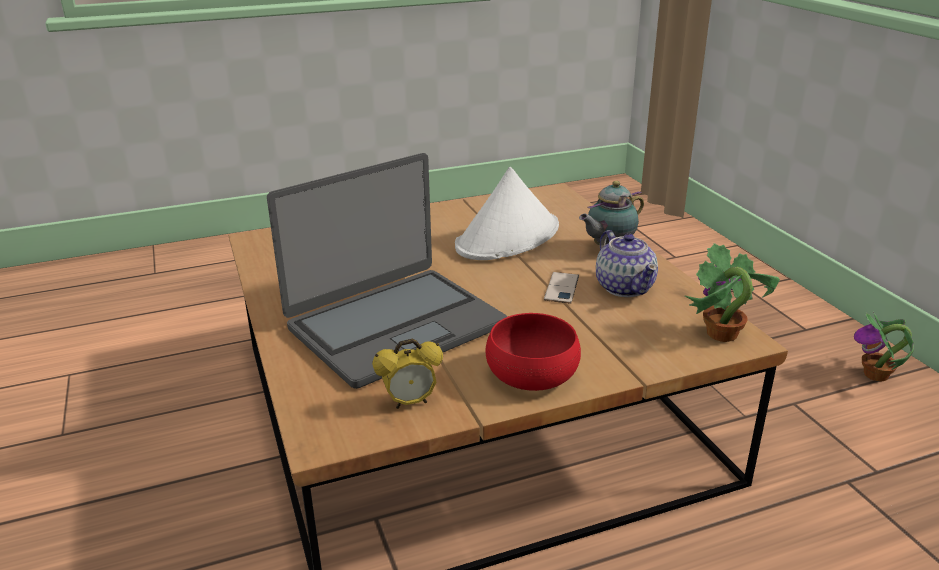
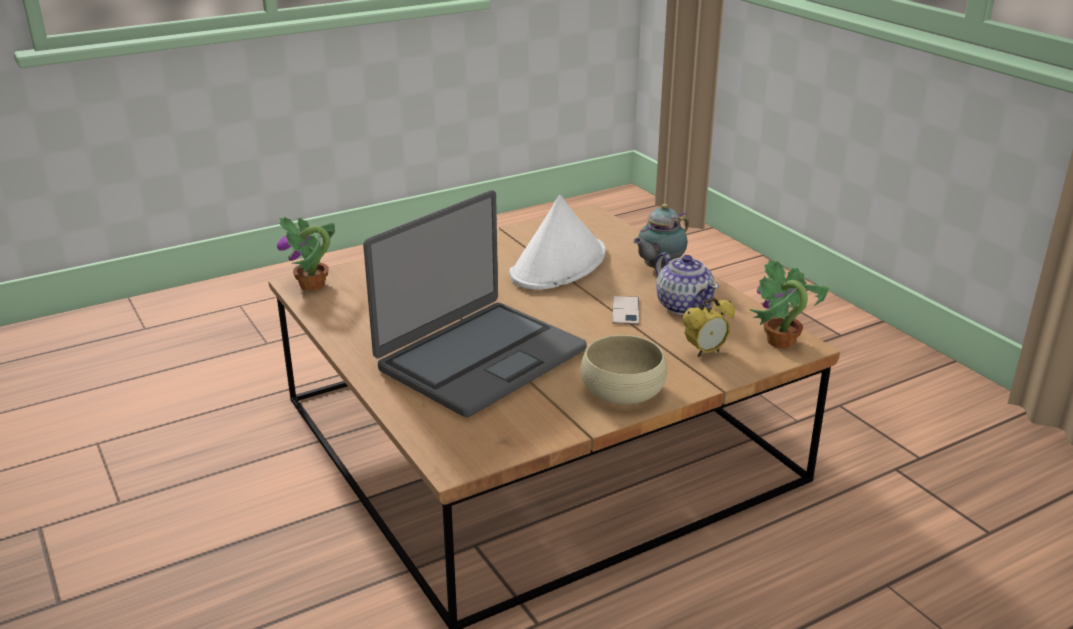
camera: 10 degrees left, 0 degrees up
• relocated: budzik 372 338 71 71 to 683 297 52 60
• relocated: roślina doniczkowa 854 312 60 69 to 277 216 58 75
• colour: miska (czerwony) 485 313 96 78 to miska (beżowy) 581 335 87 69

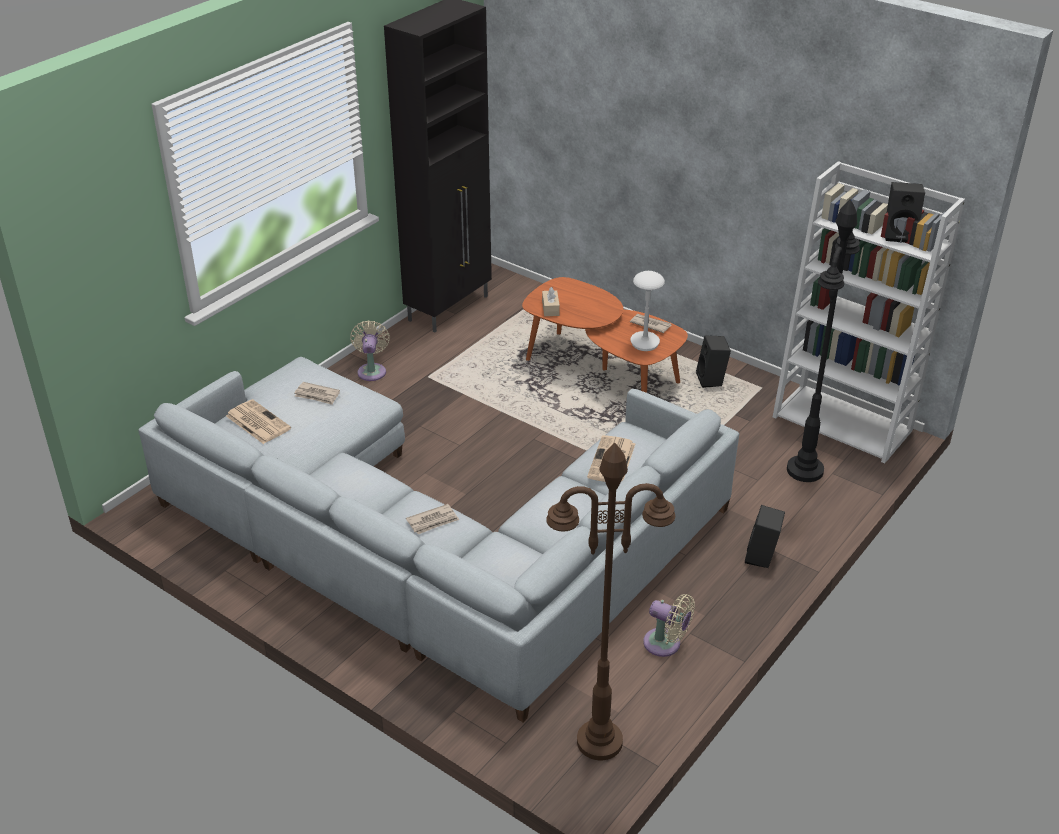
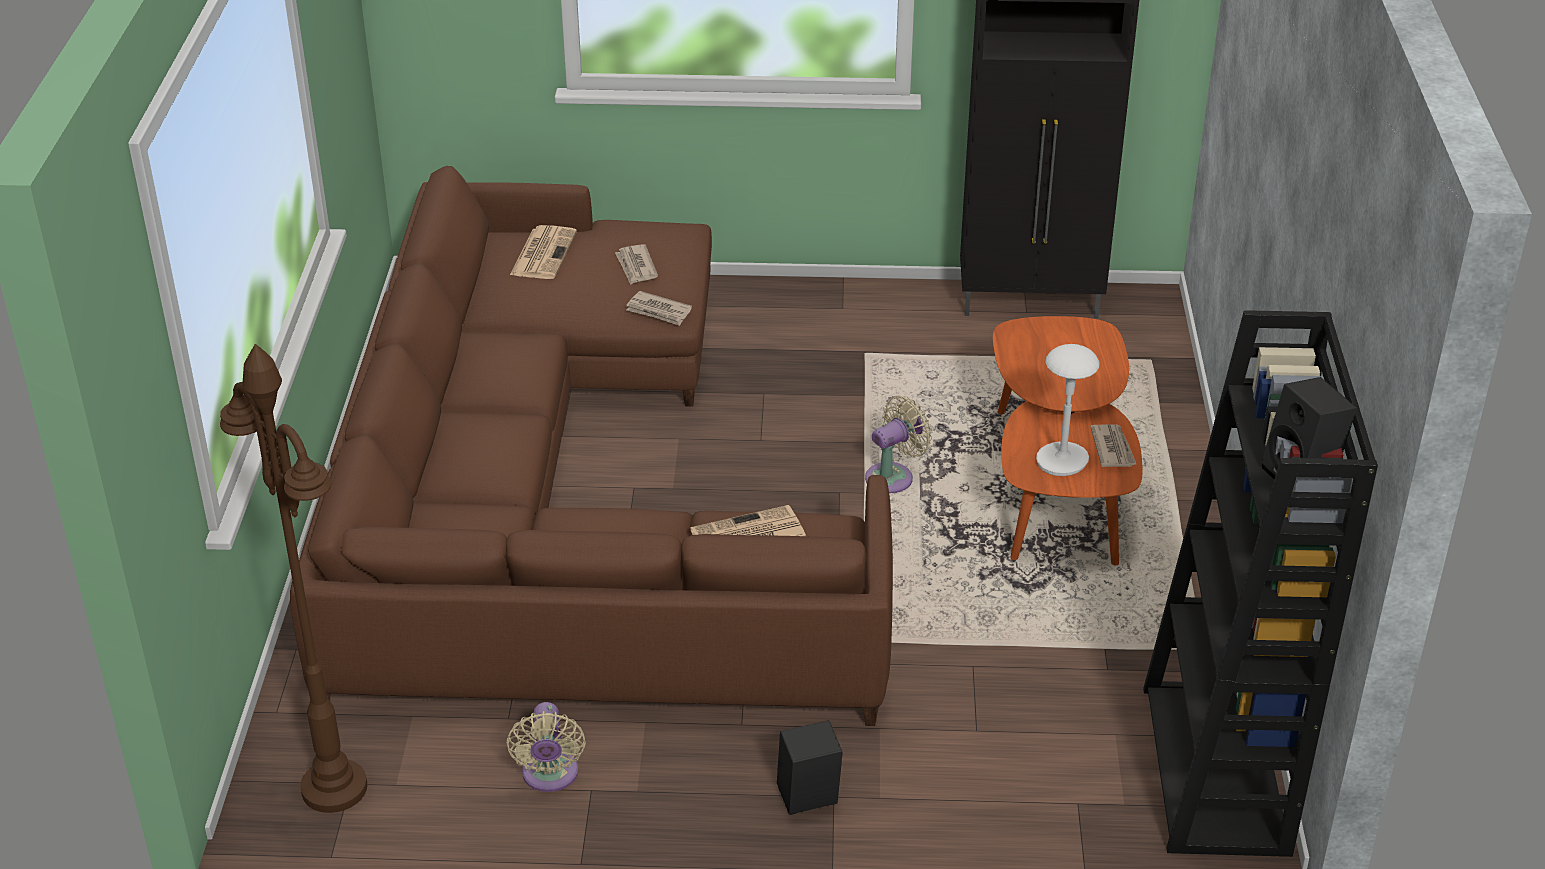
camera: 55 degrees right, 0 degrees up
• missing: pudełko chusteczek (beżowy) 542 287 18 29
• missing: głośnik (czarny) 696 336 35 52
• missing: lampa stojąca (czarny) 787 199 73 283
• relocated: wentylator (beżowy) 350 320 40 61 to 865 396 67 97
• relocated: gazeta 406 504 53 30 to 626 291 66 35
• colour: kanapa (szary) 138 357 601 365 to kanapa (brązowy) 290 166 603 560
• colour: regał (biały) 773 161 192 302 to regał (czarny) 1143 310 235 547

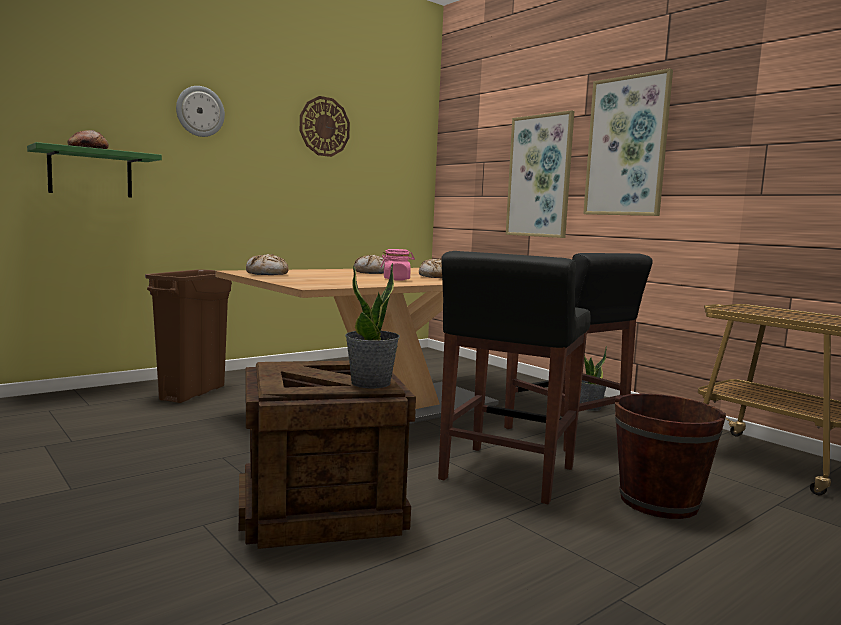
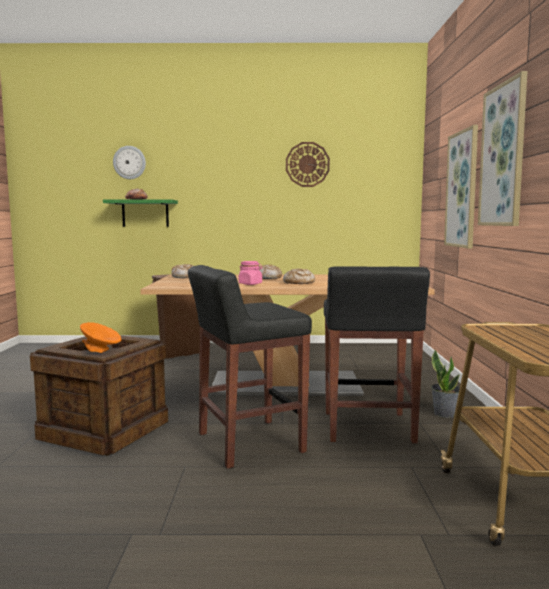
camera: 40 degrees right, 0 degrees up
• missing: wiadro (brązowy) 615 394 111 125
• relocated: zegar ścienny 176 86 49 51 to 113 146 33 33
• exchanged: roślina doniczkowa 345 263 55 125 to miska (pomarańczowy) 80 322 41 31

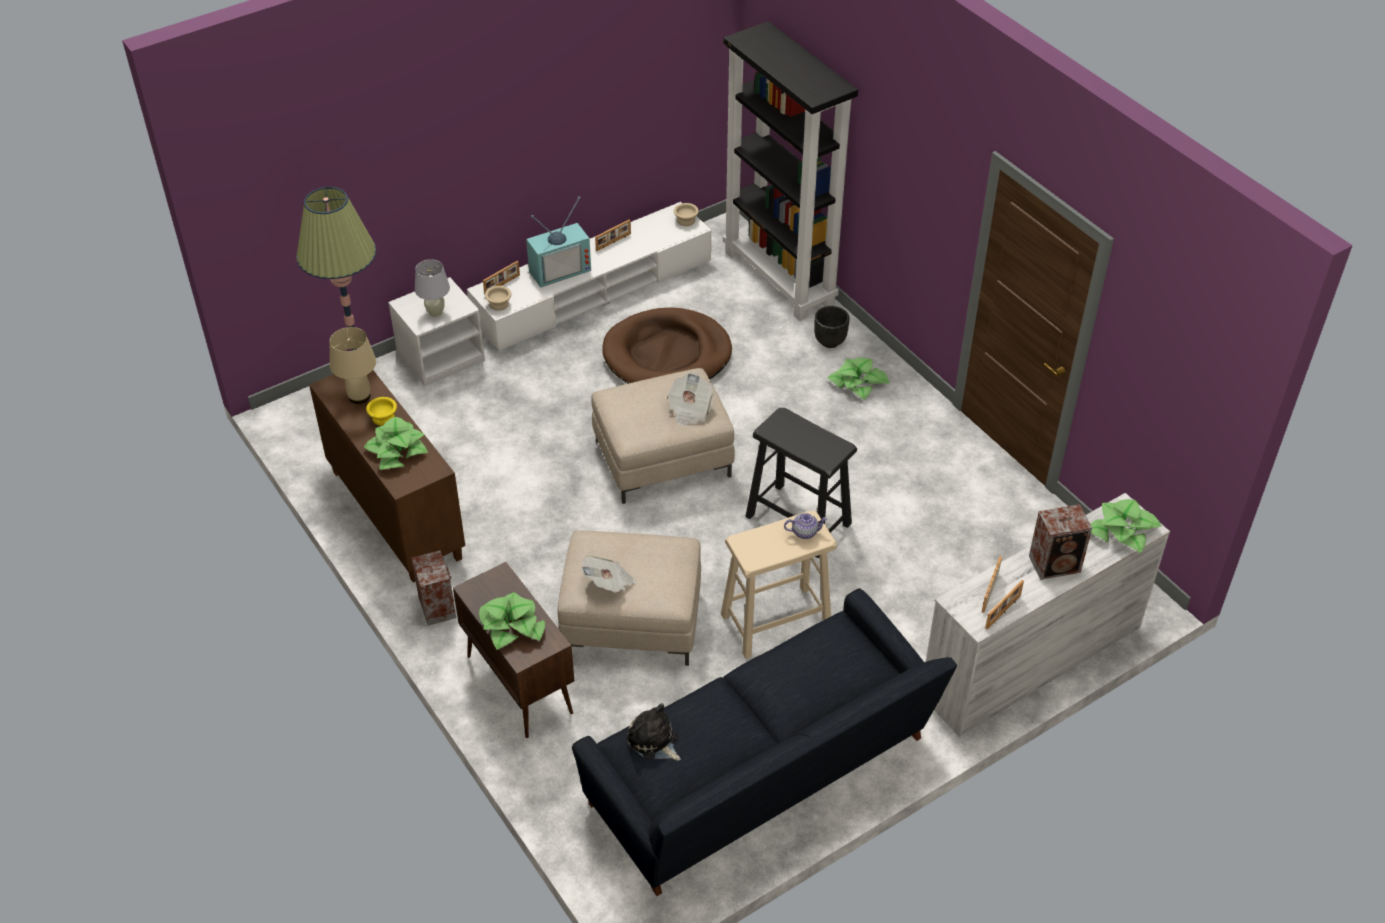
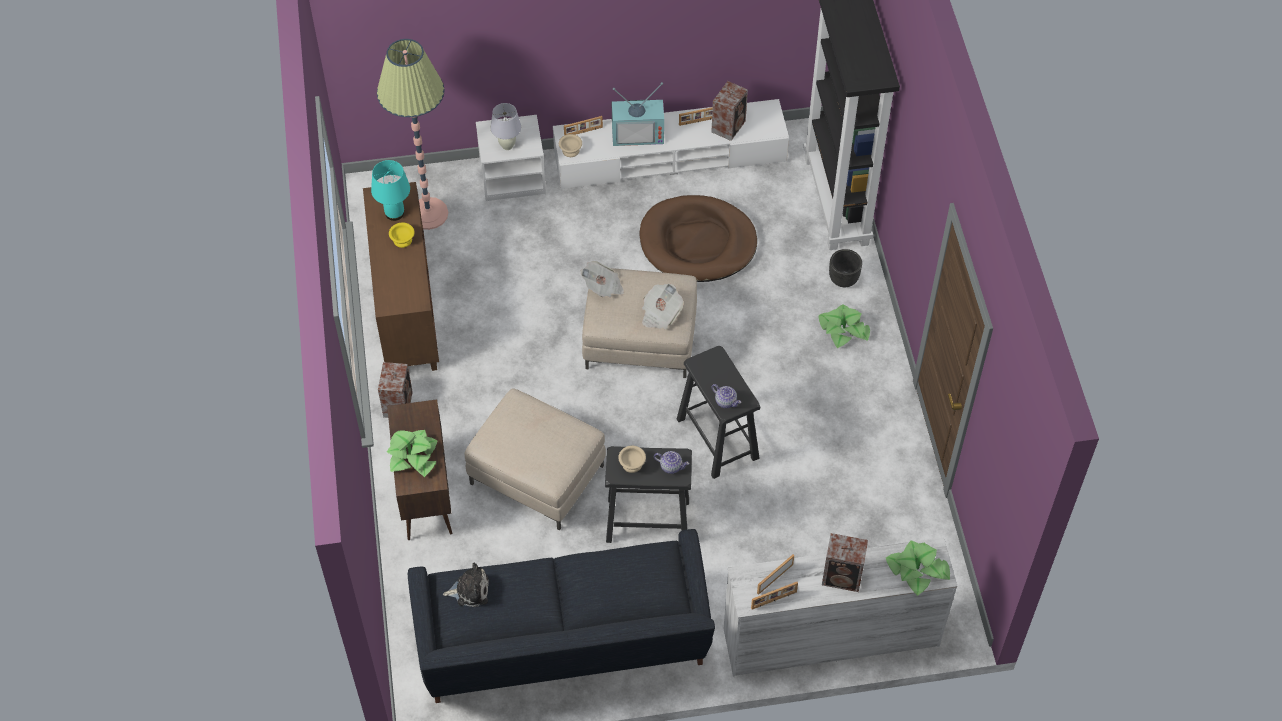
camera: 25 degrees right, 10 degrees up
• missing: roślina doniczkowa 364 417 64 53
• appeared: głośnik 711 81 37 60
• appeared: imbryk 711 384 30 24
• relocated: gazeta 580 555 57 38 to 581 261 43 36
• relocated: miska (beżowy) 674 203 25 23 to 618 446 28 27
• colour: lampa stołowa (beżowy) 330 327 46 77 to lampa stołowa (turkusowy) 371 160 39 61
• colour: stołek (beżowy) 721 510 116 149 to stołek (czarny) 605 446 87 97
• spun: pluszak 626 703 55 58 = 443 563 46 44 105 degrees clockwise

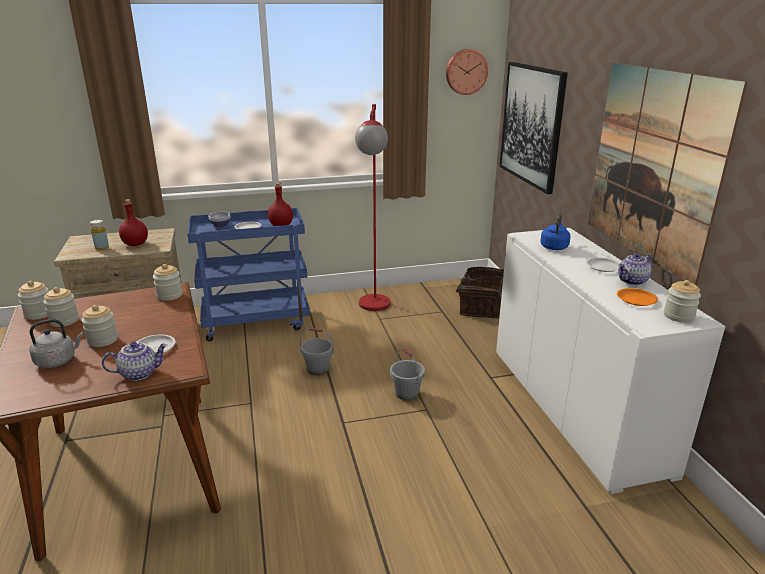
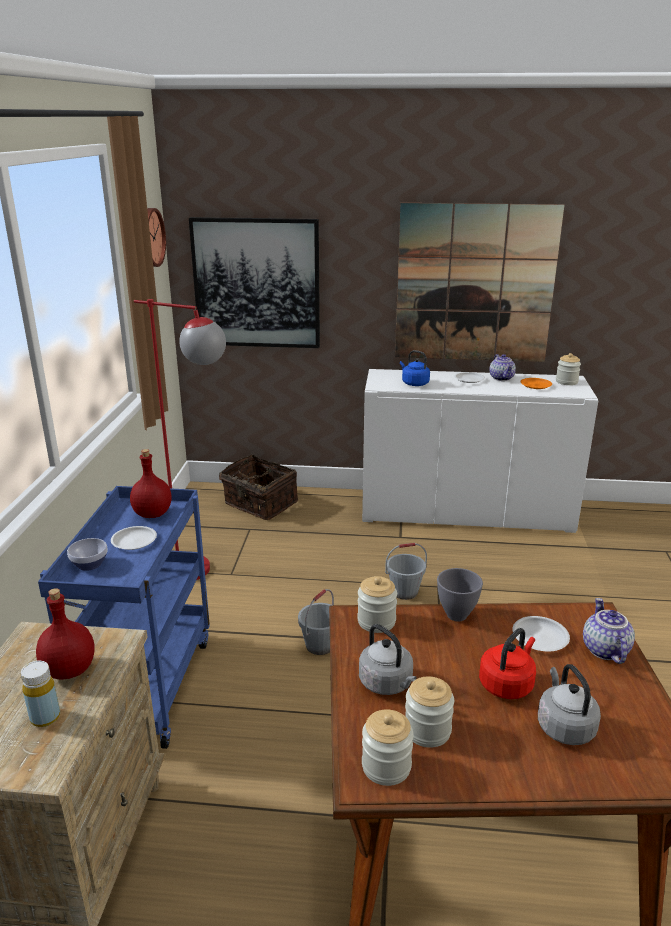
camera: 70 degrees left, 0 degrees up
• appeared: czajnik (szary) 359 624 58 71
• appeared: miska (szary) 437 568 46 53
• exchanged: słoik 81 305 37 42 to czajnik (czerwony) 479 628 57 71

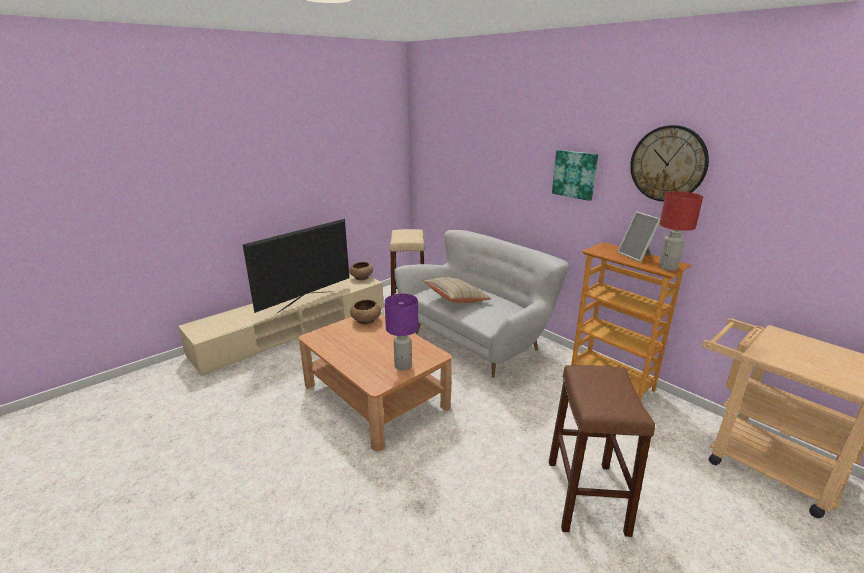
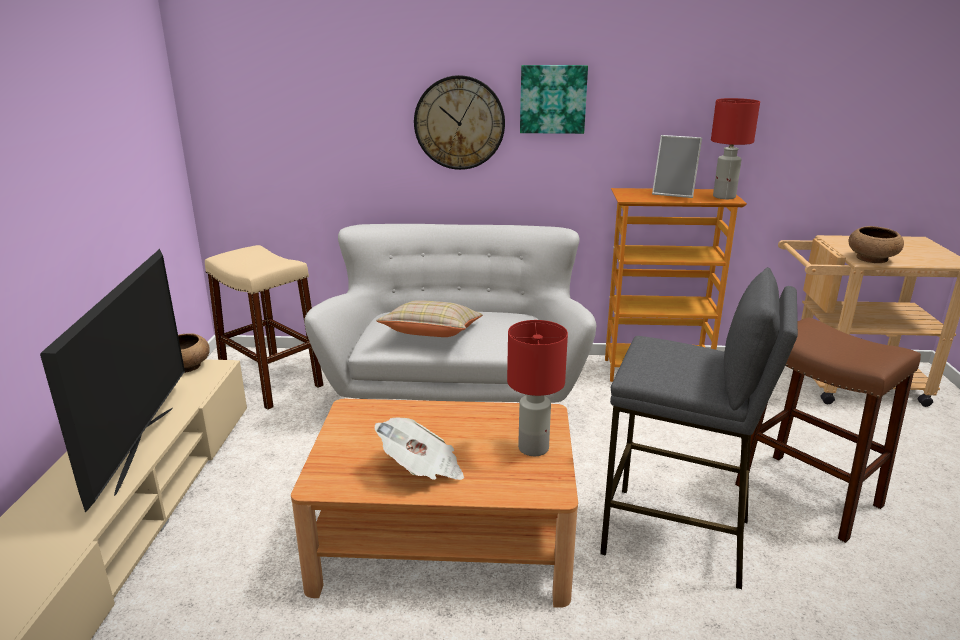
camera: 45 degrees left, 0 degrees up
• appeared: gazeta 374 417 91 63
• appeared: stołek (szary) 600 267 198 322
• relocated: miska (brązowy) 350 300 31 25 to 848 226 56 37
• relocated: zegar ścienny 630 125 79 77 to 414 75 91 95
• colour: lampa stołowa (fioletowy) 385 294 33 76 to lampa stołowa (czerwony) 507 320 61 136

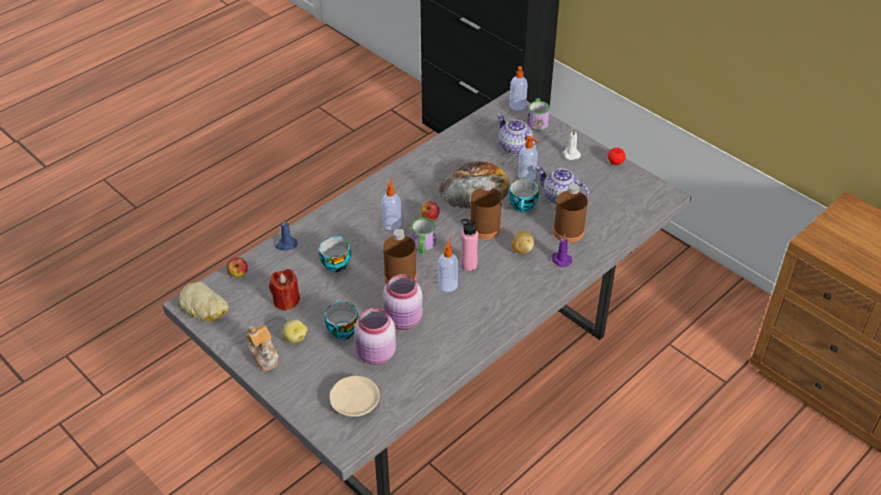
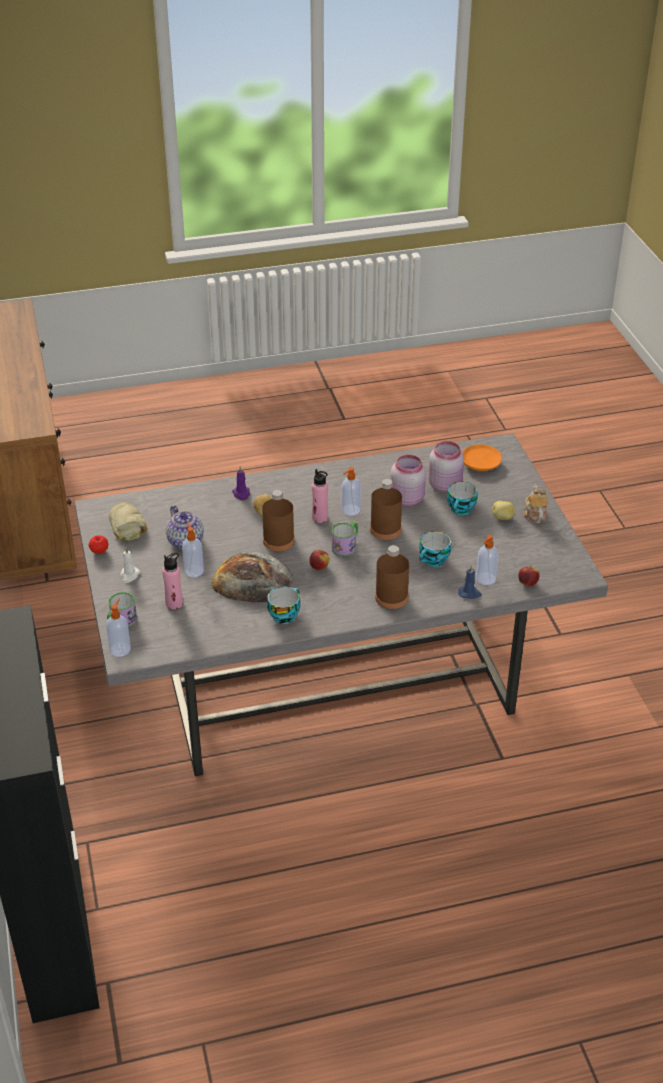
camera: 150 degrees left, 5 degrees down
• missing: świeca (czerwony) 269 269 31 42
• relocated: chleb 178 282 51 40 to 109 503 38 38
• relocated: dozownik mydła 381 178 20 52 to 476 535 22 50
• relocated: filiżanka 508 179 31 34 to 267 586 34 38
• relocated: butelka (brązowy) 553 183 35 60 to 375 545 34 64
• exchanged: imbryk 497 114 39 41 to butelka (różowy) 162 553 21 56
• colour: talerz (beżowy) 329 376 51 41 to talerz (pomarańczowy) 462 444 40 27

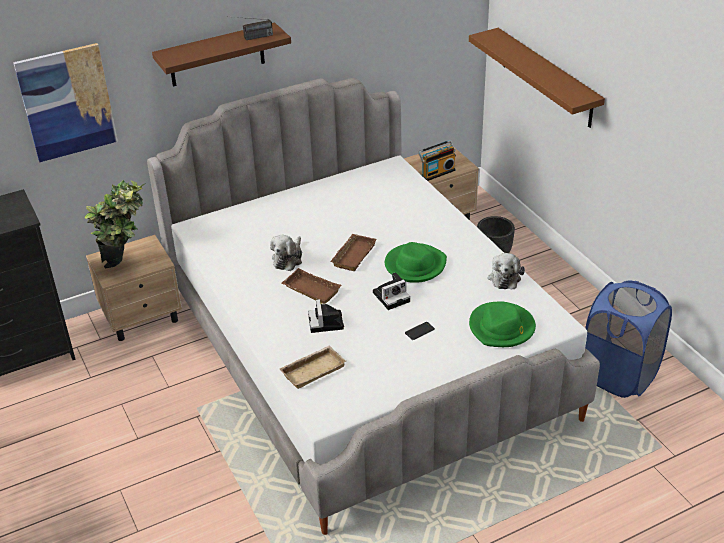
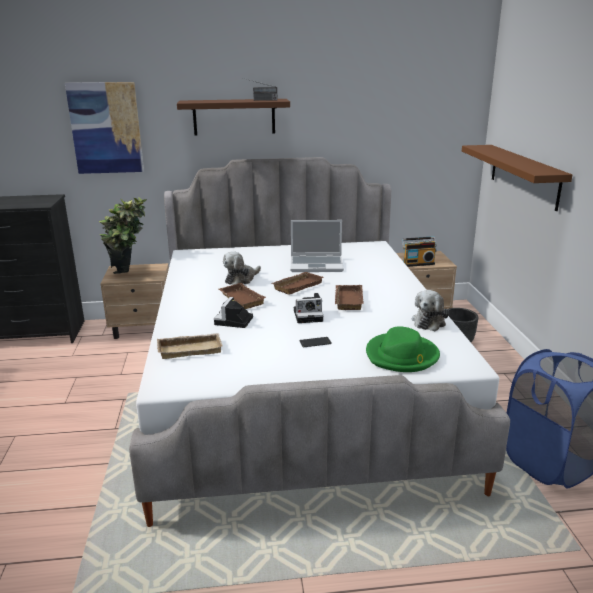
camera: 20 degrees right, 15 degrees down
• appeared: laptop 290 220 54 52
• exchanged: kapelusz (zielony) 385 242 62 41 to taca (brązowy) 335 285 29 25

